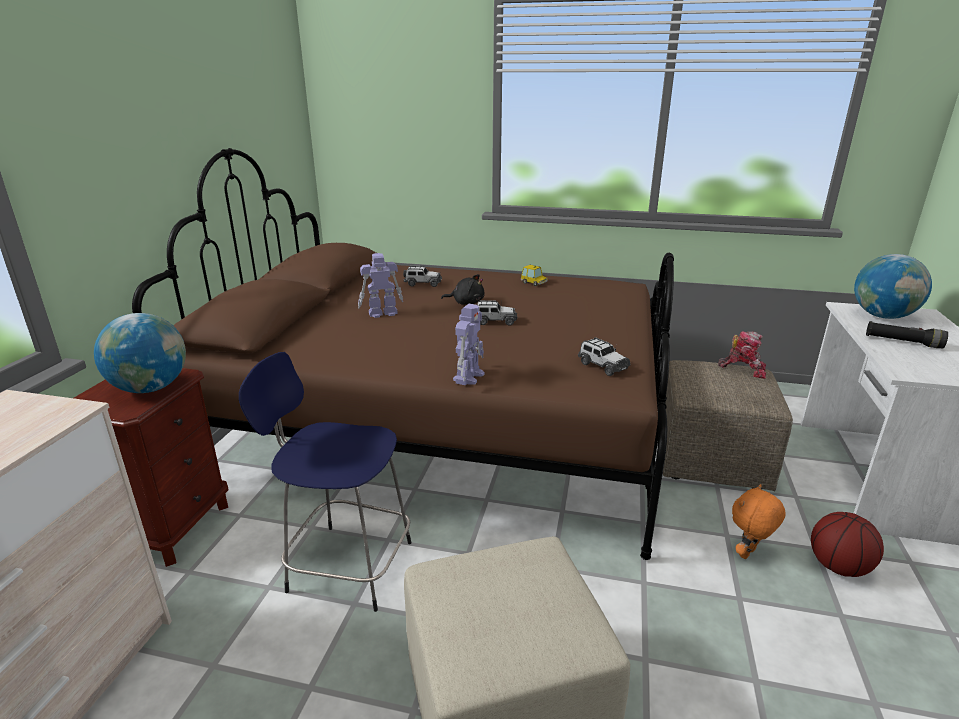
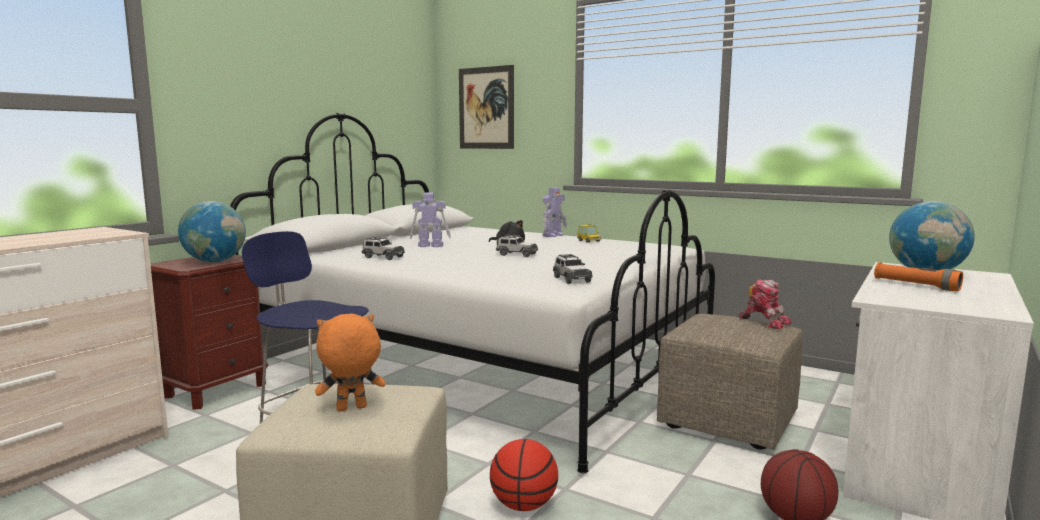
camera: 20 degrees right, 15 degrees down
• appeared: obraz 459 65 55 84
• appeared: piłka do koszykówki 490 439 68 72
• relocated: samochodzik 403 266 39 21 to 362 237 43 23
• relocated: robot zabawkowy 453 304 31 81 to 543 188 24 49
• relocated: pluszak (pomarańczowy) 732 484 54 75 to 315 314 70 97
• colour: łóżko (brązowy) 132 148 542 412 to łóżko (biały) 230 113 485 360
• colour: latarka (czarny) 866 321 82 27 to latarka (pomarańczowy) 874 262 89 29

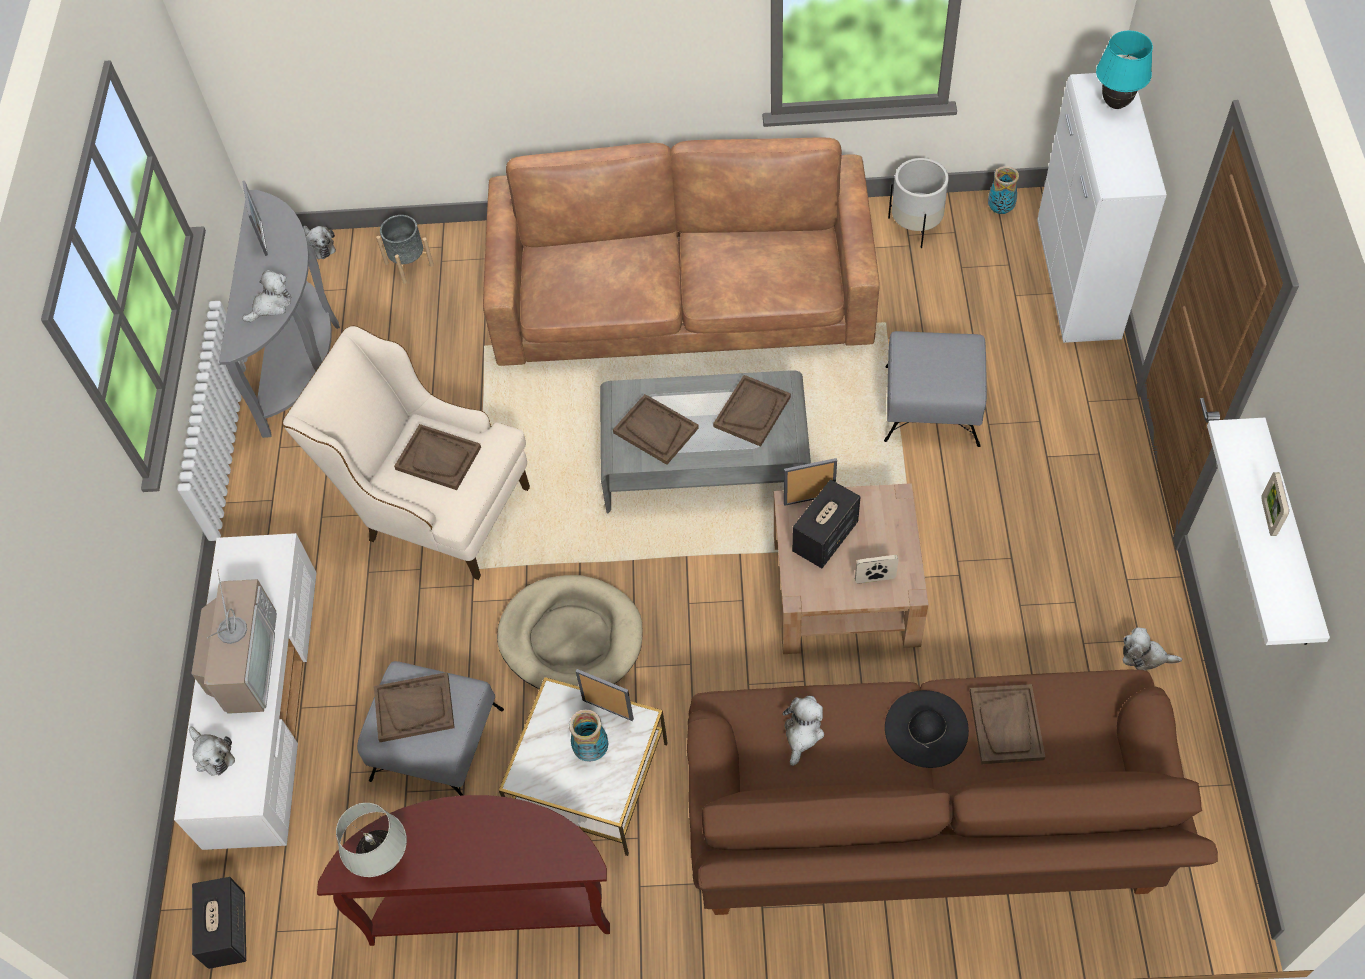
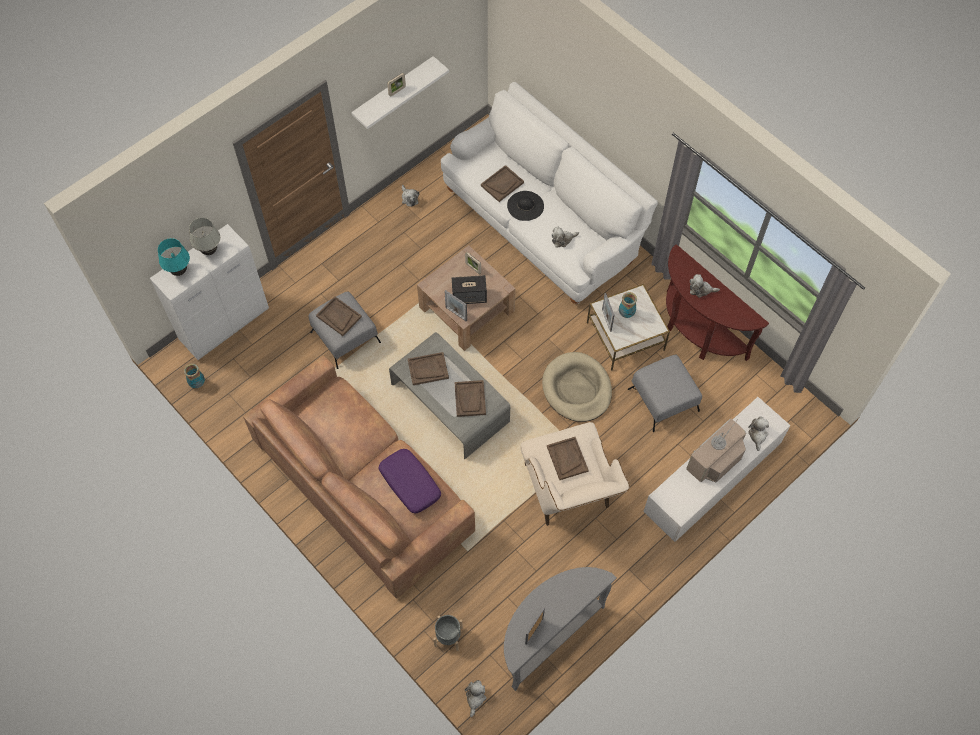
camera: 135 degrees left, 5 degrees up
• missing: głośnik 192 877 54 92
• missing: donica (biały) 888 158 61 90
• appeared: poduszka (fioletowy) 379 449 62 64
• relocated: pluszak 242 270 50 52 to 690 274 30 24
• relocated: lampa stołowa (biały) 336 803 71 74 to 189 218 31 37
• relocated: taca (brązowy) 374 672 81 70 to 316 297 46 39
• colour: kanapa (brązowy) 687 670 531 245 to kanapa (biały) 441 82 217 222

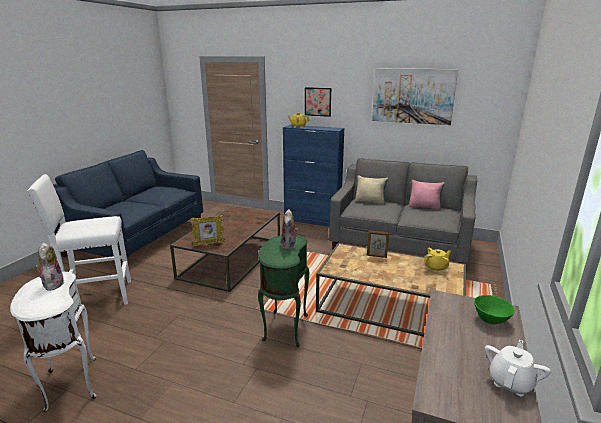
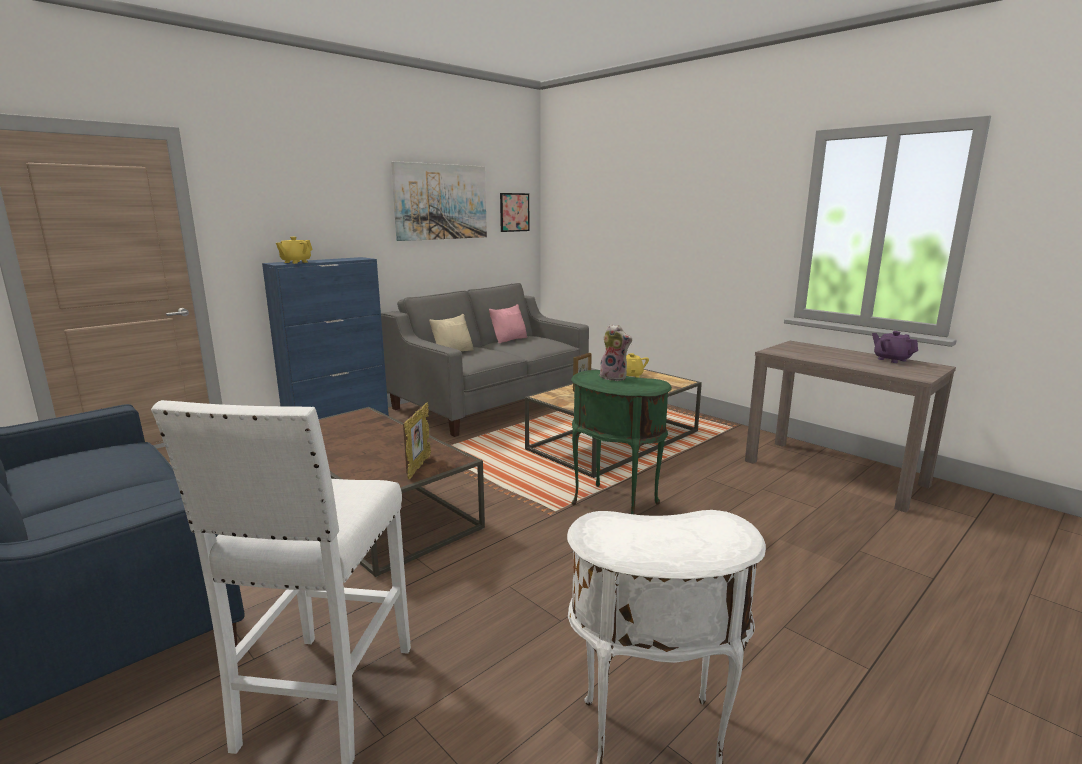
camera: 65 degrees left, 5 degrees down
• missing: pluszak 35 242 29 49
• missing: miska (zielony) 474 295 41 29
• relocated: obraz 305 87 26 30 to 500 193 29 39
• colour: imbryk (biały) 485 340 66 56 to imbryk (fioletowy) 872 331 46 32

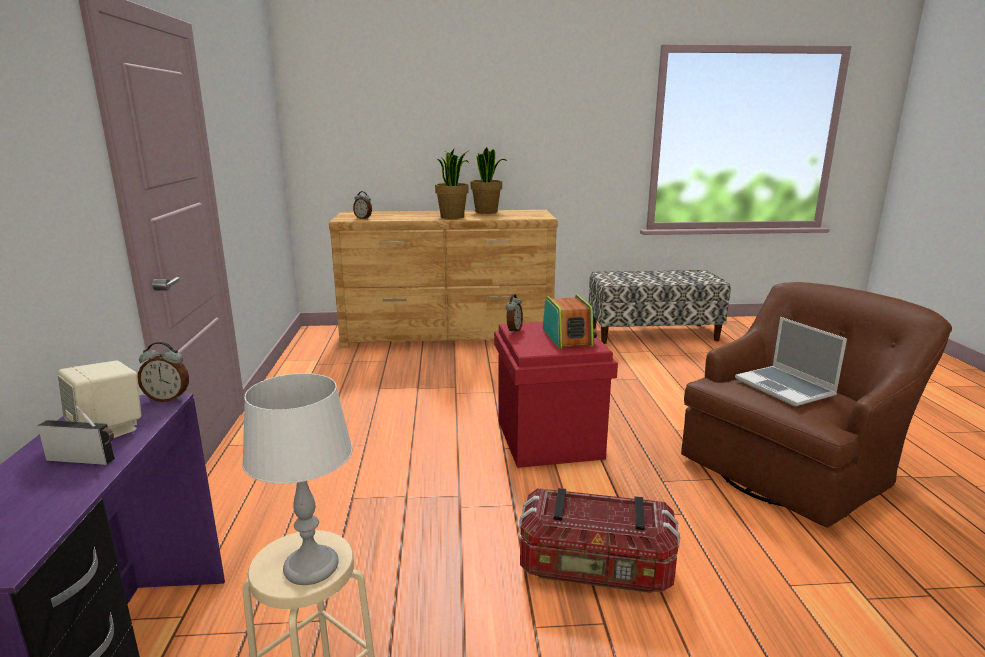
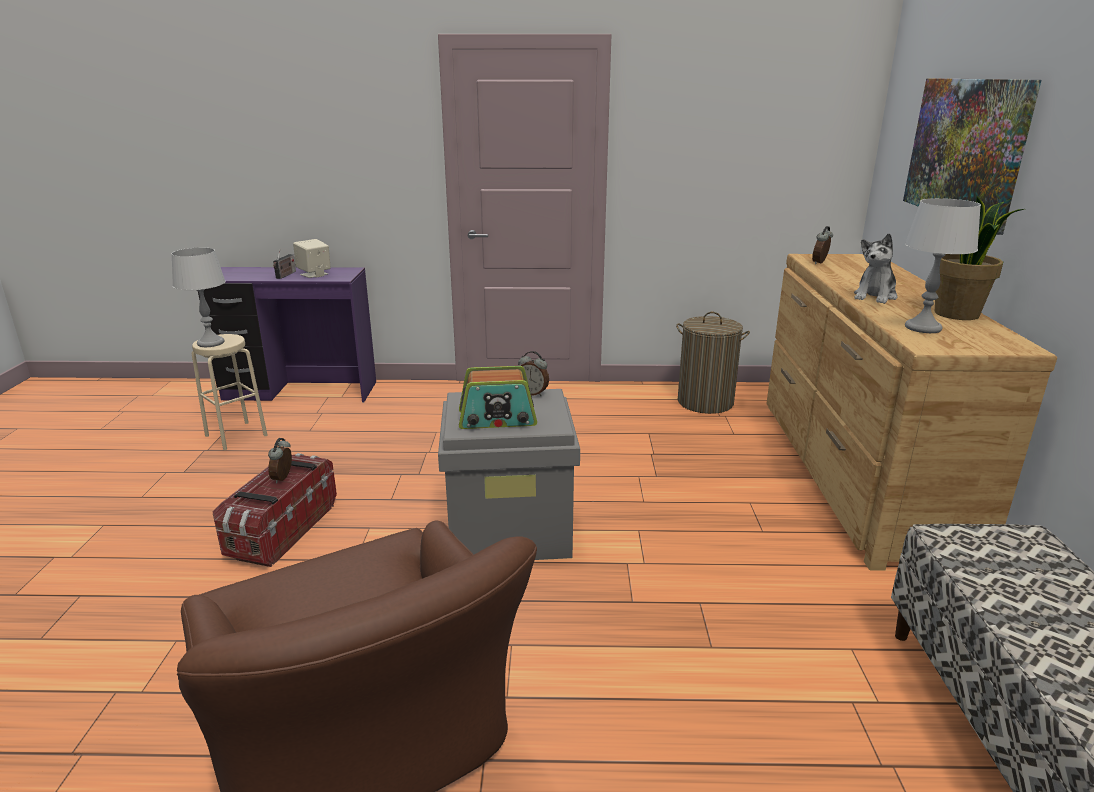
camera: 95 degrees right, 5 degrees up
• missing: laptop 735 317 112 89
• appeared: kosz na pranie 676 312 74 102
• appeared: obraz 903 78 138 157
• appeared: lampa stołowa (szary) 905 198 76 135
• relocated: budzik 138 342 51 60 to 268 438 24 46
• exchanged: roślina doniczkowa 435 149 35 70 to pluszak 854 233 43 71
• colour: pojemnik do przechowywania (czerwony) 494 322 124 146 to pojemnik do przechowywania (szary) 438 389 142 171

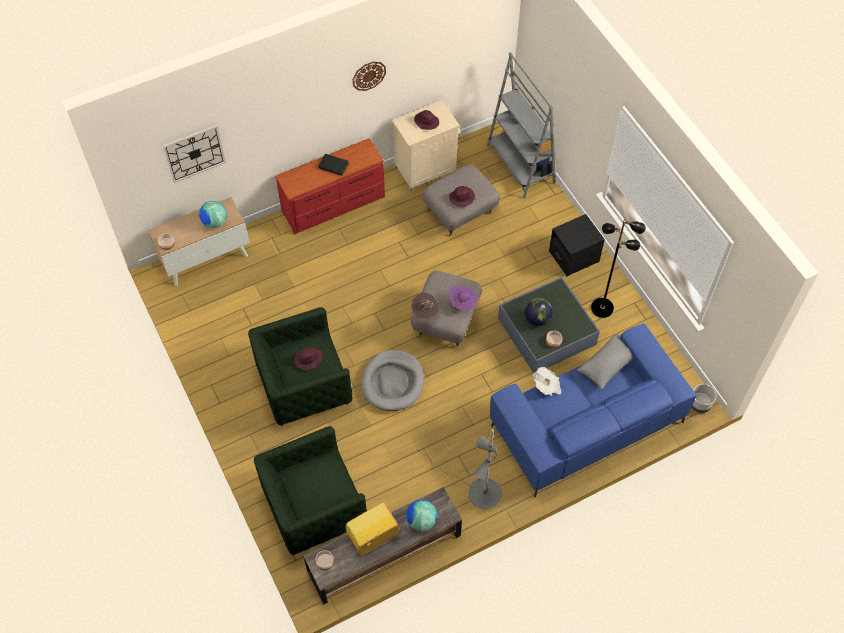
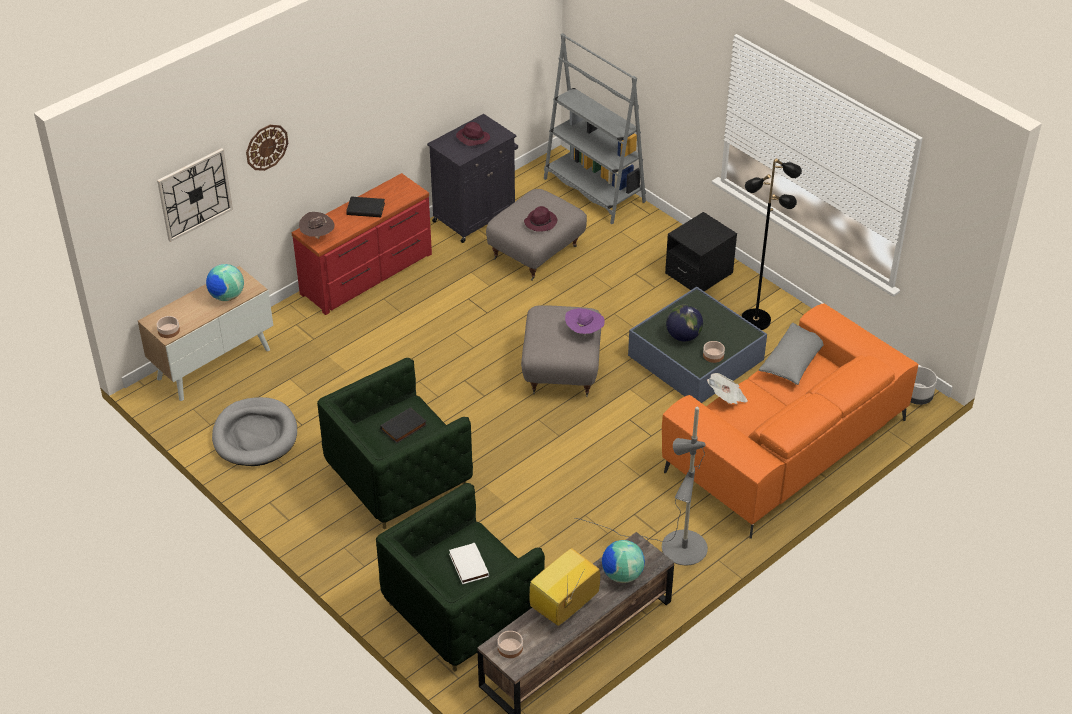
camera: 15 degrees left, 15 degrees down
• appeared: książka (biały) 449 543 40 41
• relocated: zegar ścienny 353 62 33 29 to 246 125 42 46
• relocated: legowisko (szary) 362 350 62 61 to 212 397 85 69
• relocated: kapelusz (brązowy) 412 293 27 26 to 299 212 36 27
• exchanged: kapelusz (fioletowy) 294 347 29 23 to książka (czarny) 380 407 47 37
• colour: szafka (beżowy) 392 100 69 92 to szafka (czarny) 427 114 91 129
• colour: kanapa (niebieski) 490 324 207 173 to kanapa (pomarańczowy) 662 303 256 236

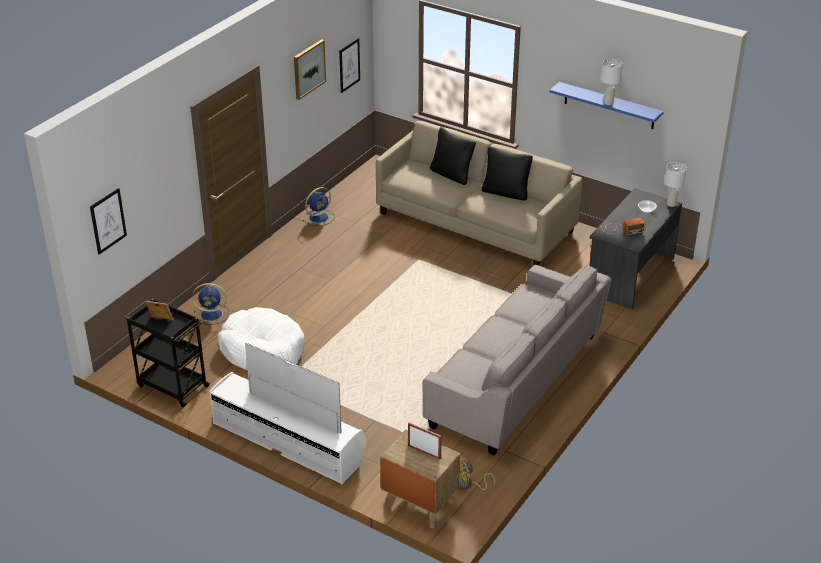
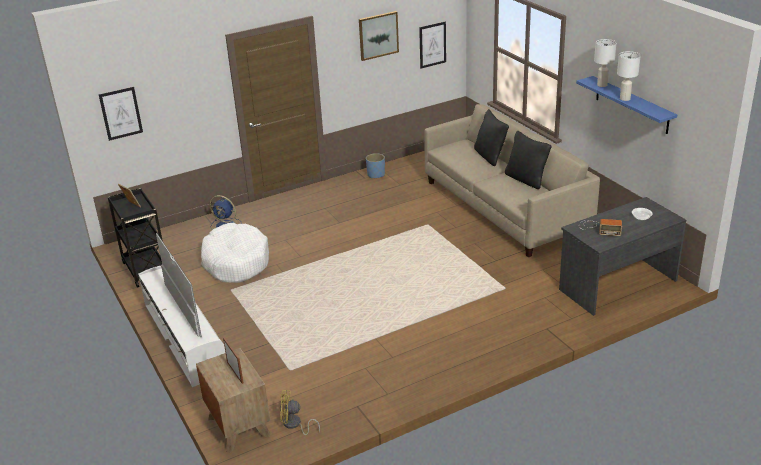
camera: 30 degrees right, 5 degrees down
• missing: kanapa (szary) 423 264 188 191
• relocated: lampa stołowa (biały) 665 162 22 45 to 594 39 23 48
• exchanged: wentylator (niebieski) 303 187 32 39 to donica (niebieski) 366 153 19 26

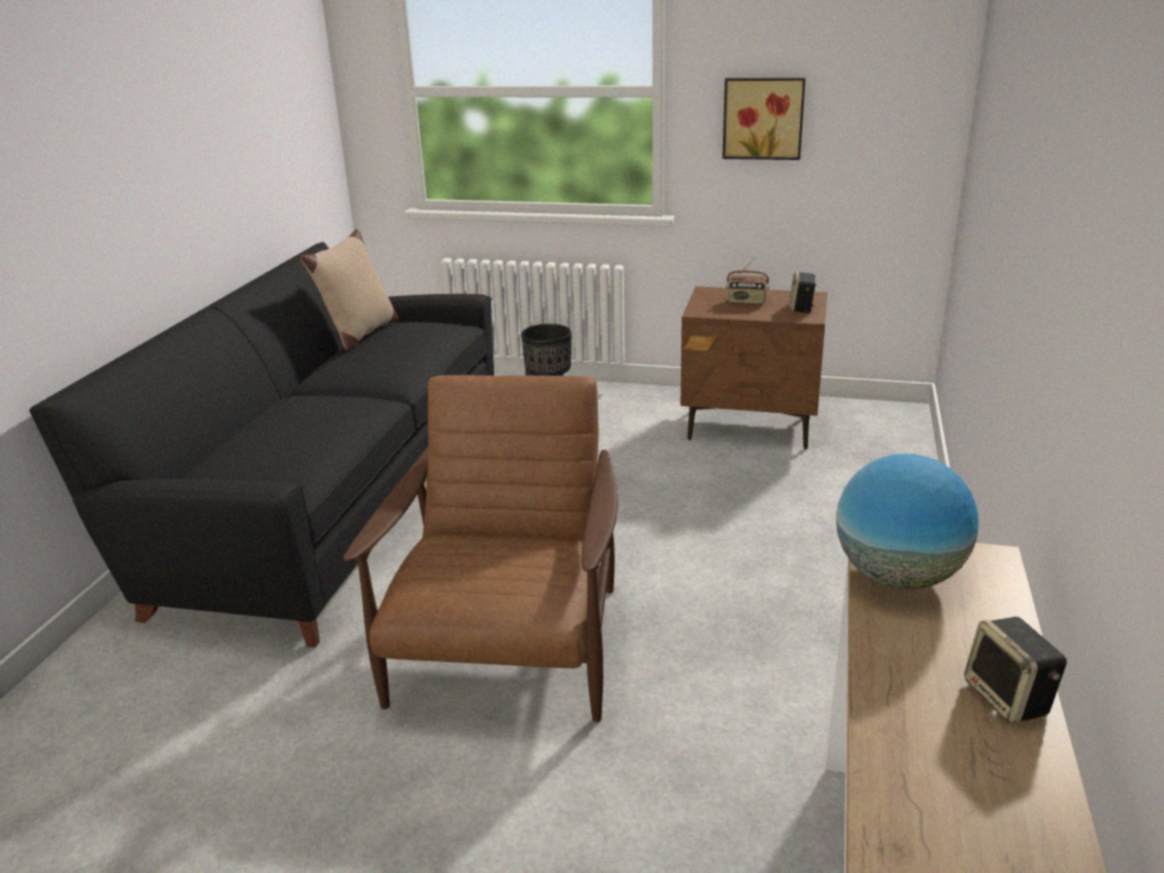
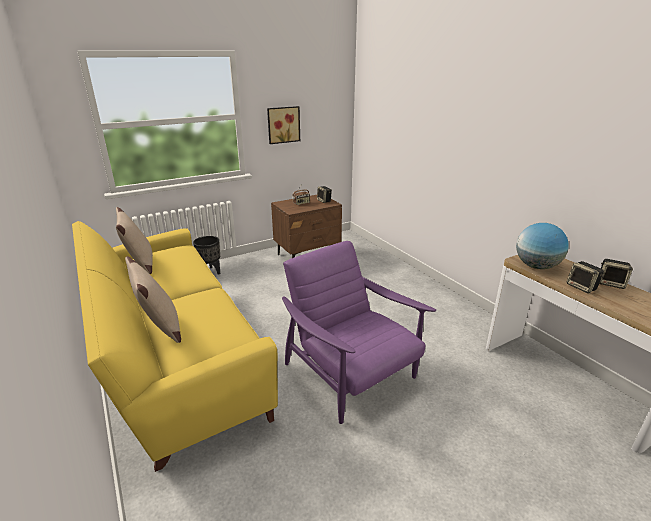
camera: 45 degrees left, 0 degrees up
• appeared: poduszka (beżowy) 125 256 56 87
• appeared: głośnik 567 261 37 32
• colour: kanapa (czarny) 29 242 465 406 to kanapa (żółty) 72 221 206 251
• colour: fotel (brązowy) 343 375 275 347 to fotel (fioletowy) 282 241 154 183

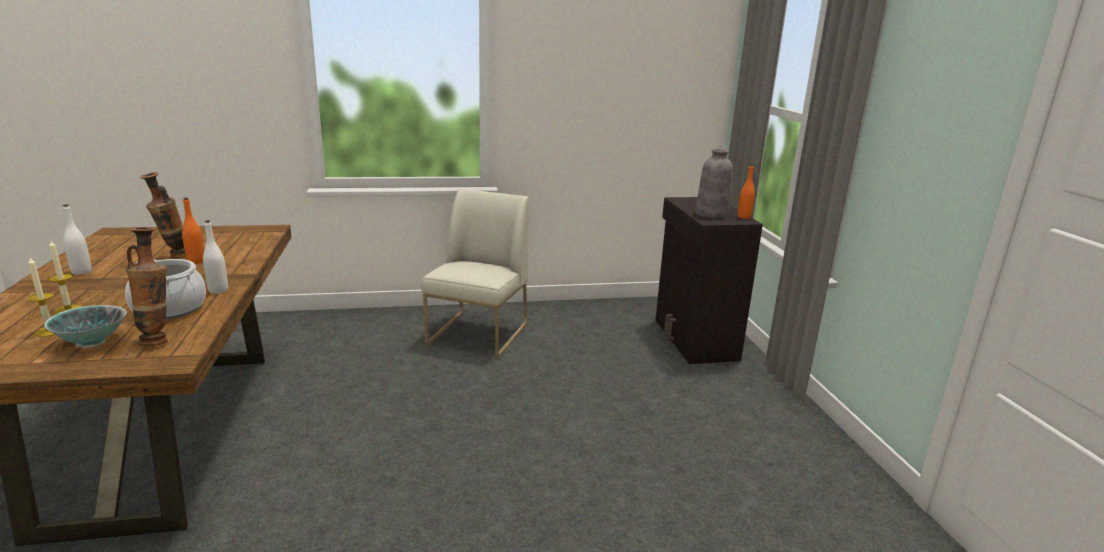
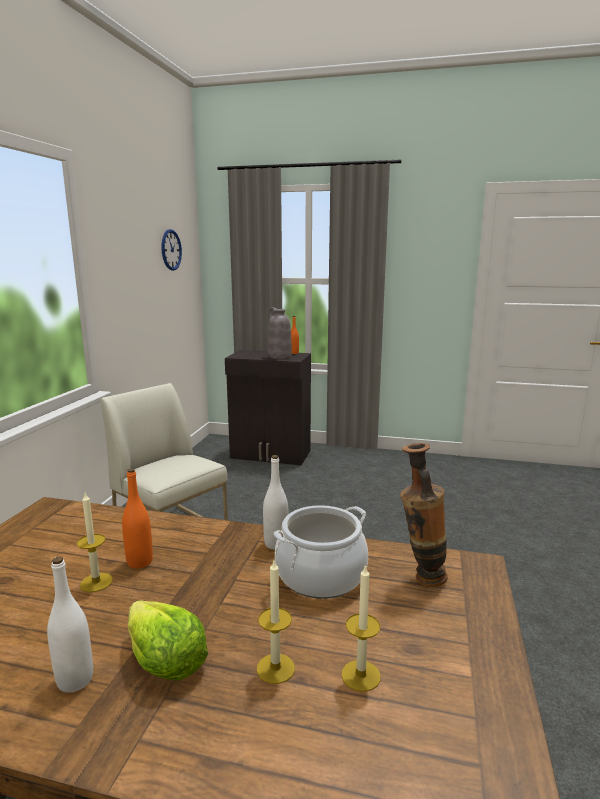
camera: 65 degrees left, 5 degrees down
• missing: miska 44 305 83 43
• appeared: sałata 128 600 80 80
• appeared: zegar ścienny 162 229 20 42
• exchanged: wazon 140 172 46 87 to świeca 77 493 36 99

